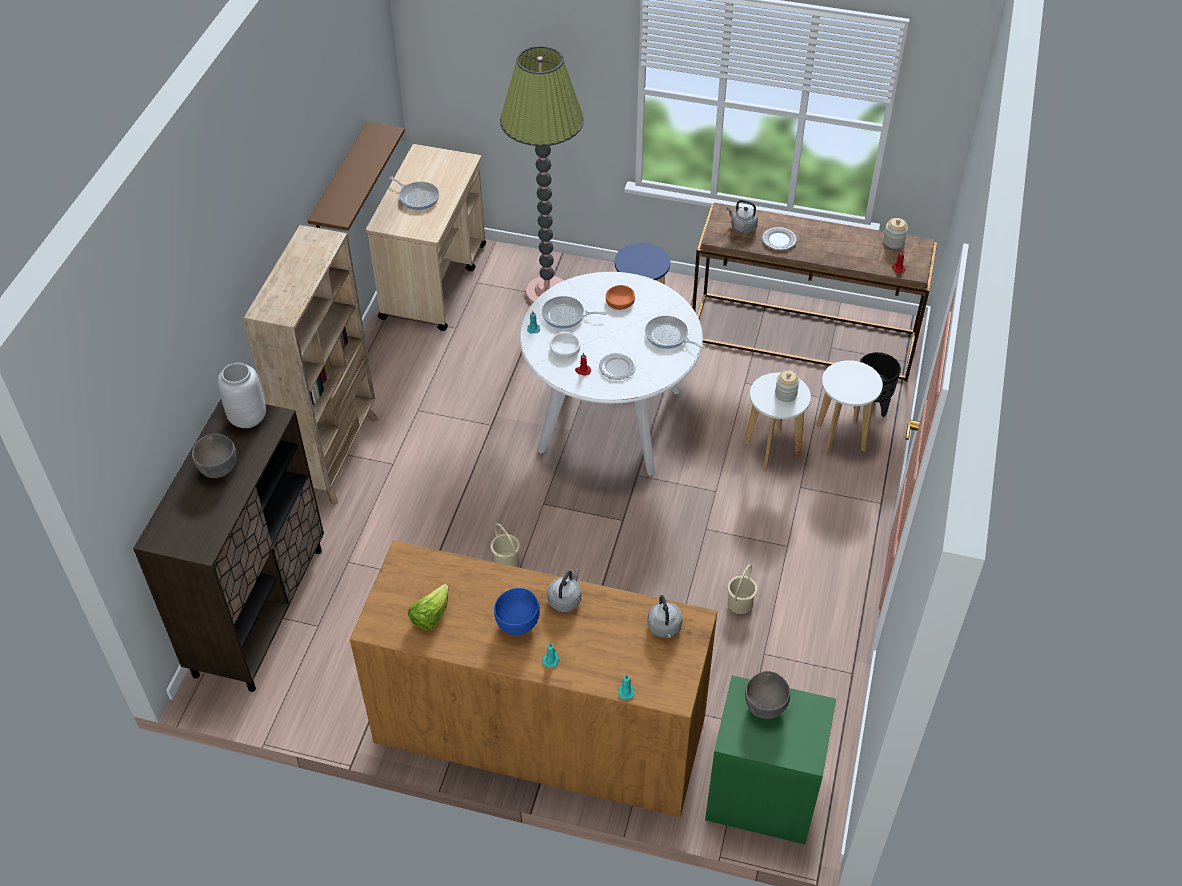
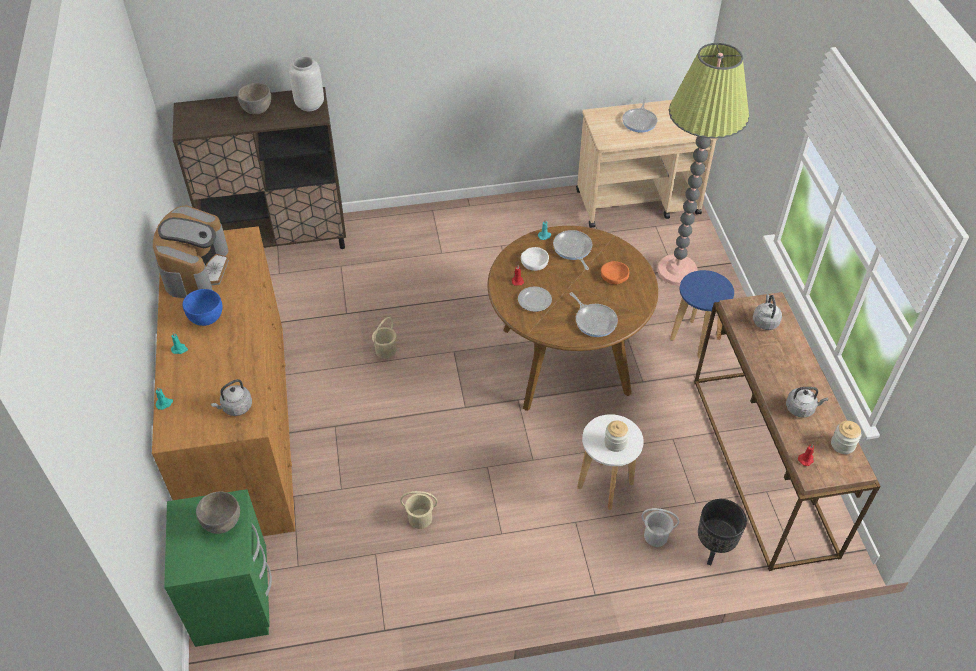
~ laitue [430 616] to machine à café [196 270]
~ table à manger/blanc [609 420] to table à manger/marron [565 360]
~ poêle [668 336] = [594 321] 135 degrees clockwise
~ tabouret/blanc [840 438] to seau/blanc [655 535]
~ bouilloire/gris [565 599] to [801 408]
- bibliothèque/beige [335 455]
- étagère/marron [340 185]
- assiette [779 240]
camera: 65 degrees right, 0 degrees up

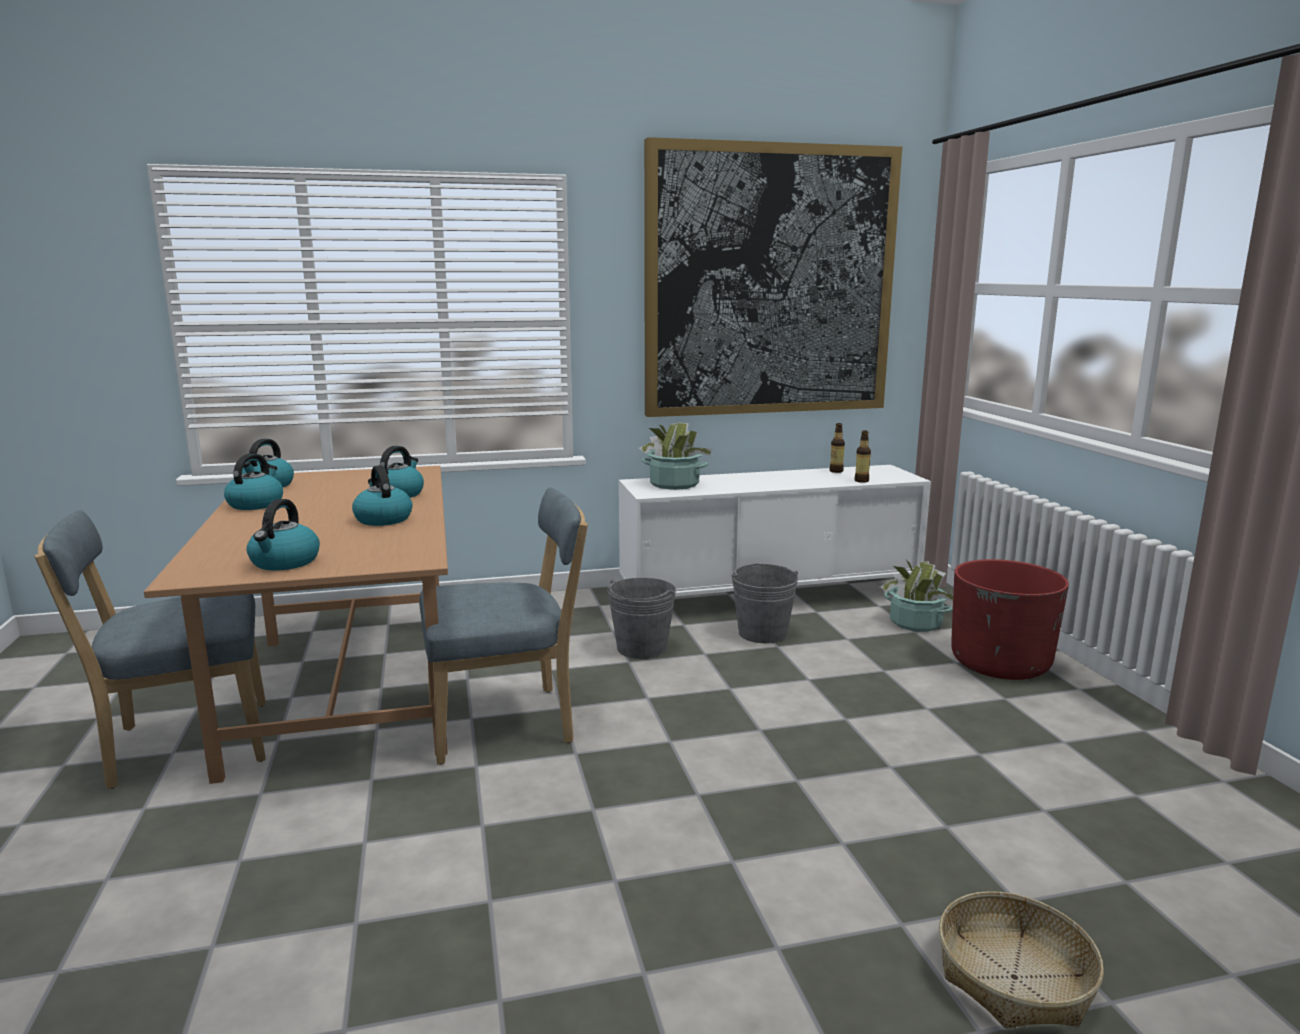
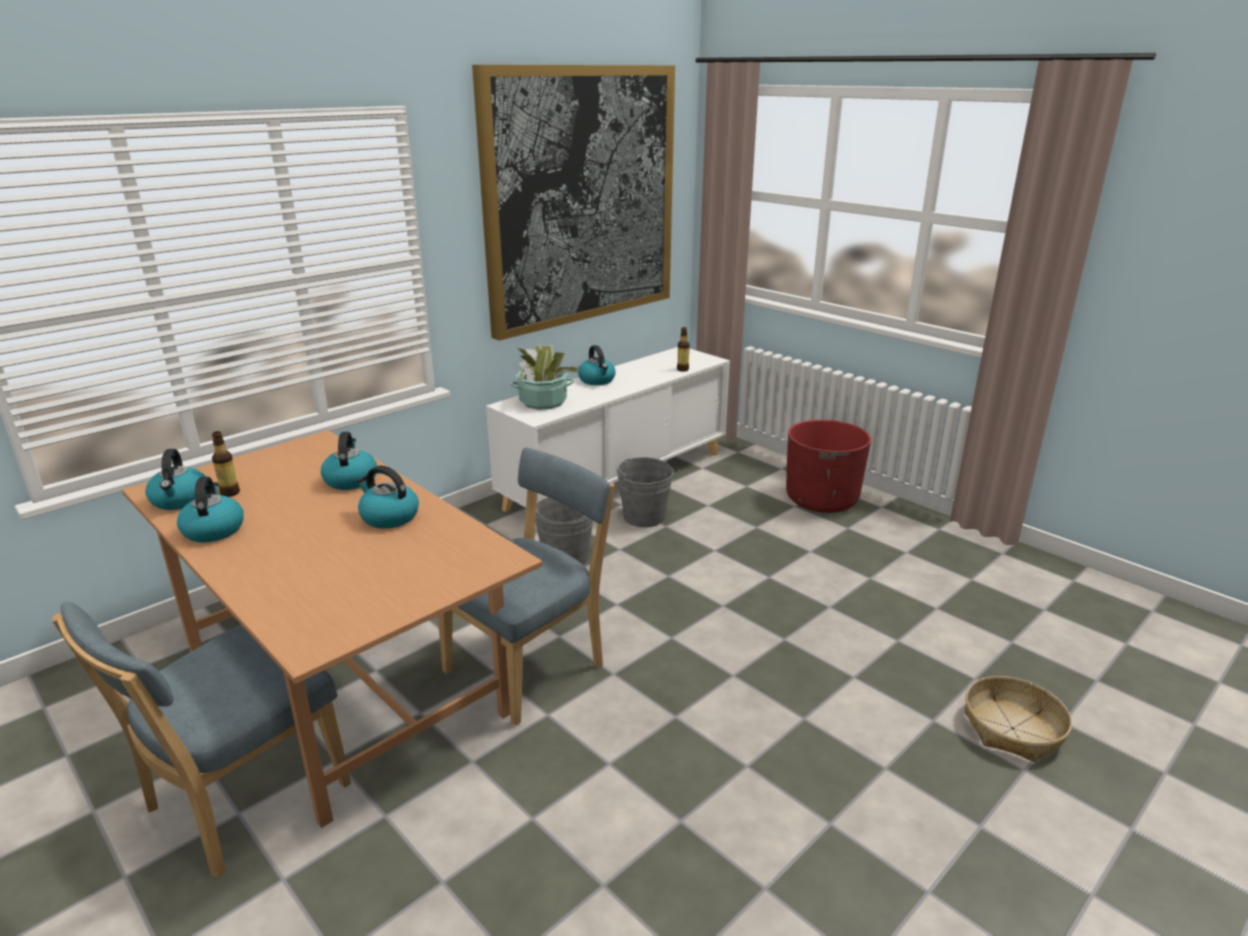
~ bouteille [836 471] to [230 493]
~ bouilloire [285 562] to [597 380]
- plante en pot [916 623]
camera: 30 degrees left, 10 degrees up

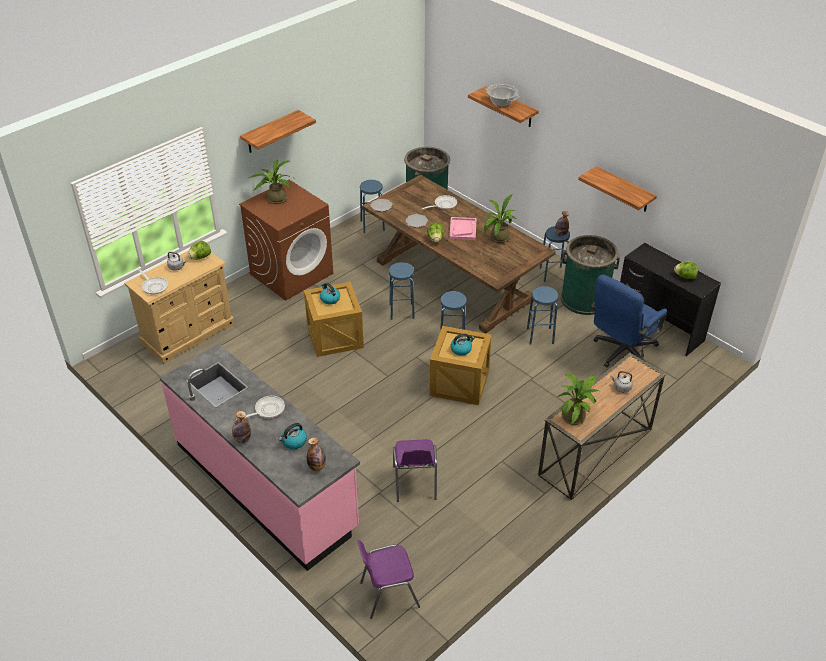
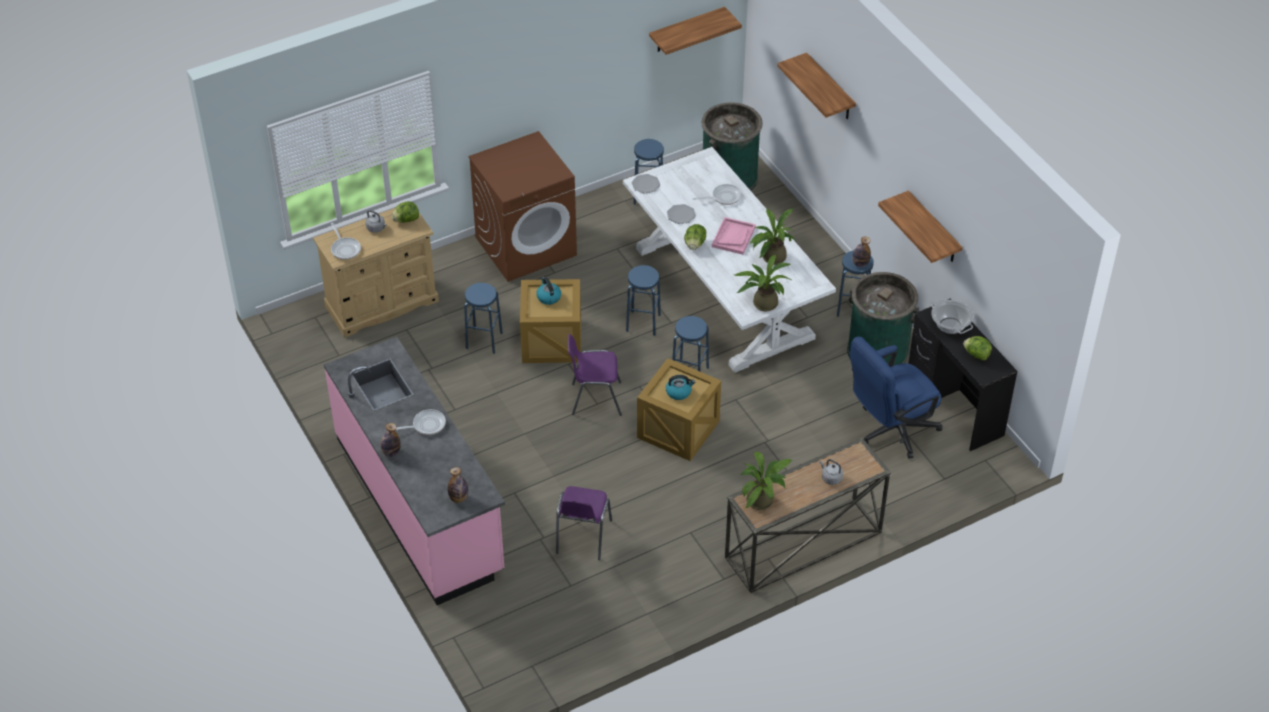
~ tabouret/bleu [540 336] to [484 340]
~ chaise/violet [387 594] to [595 399]
~ table à manger/marron [453 280] to table à manger/blanc [723 293]
~ étagère [270 132] to [686 30]
~ plante en pot [274 199] to [762 302]
~ marmite [501 102] to [950 325]
- bouilloire [294 442]
camera: 15 degrees right, 5 degrees up

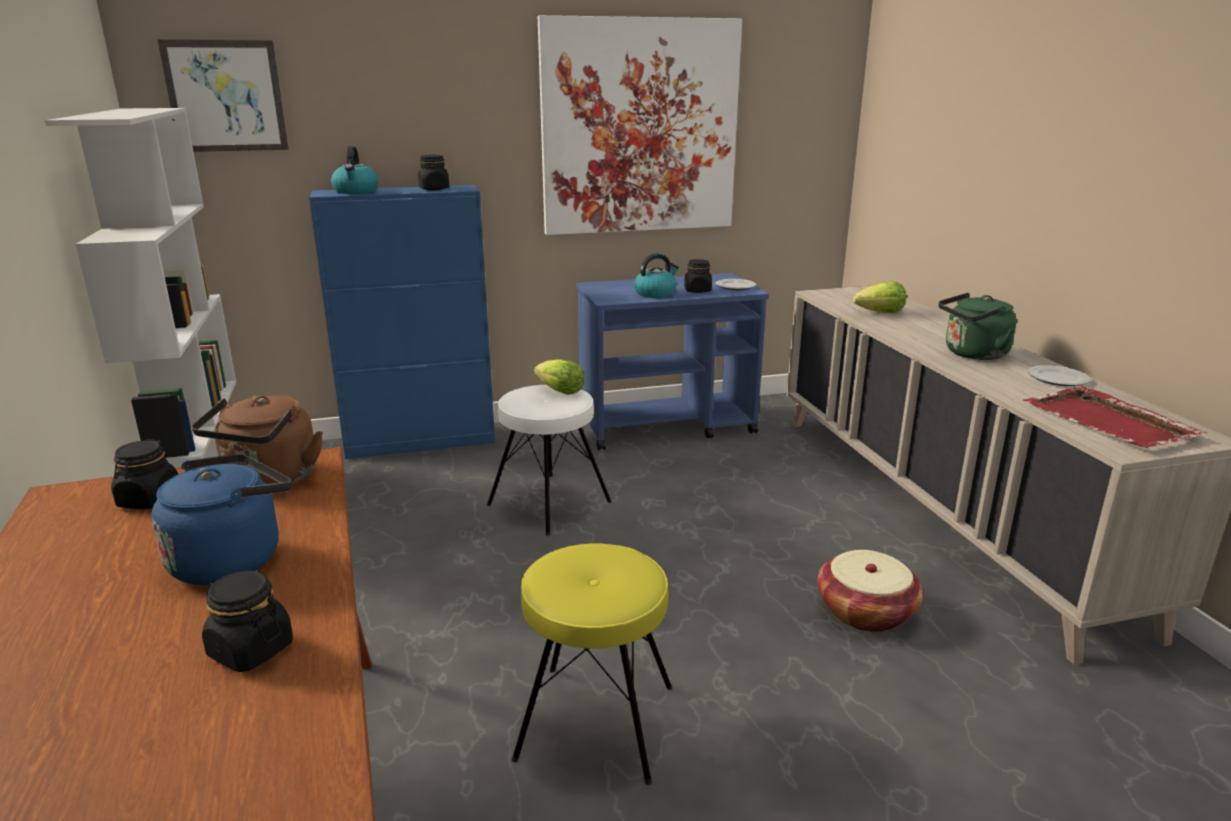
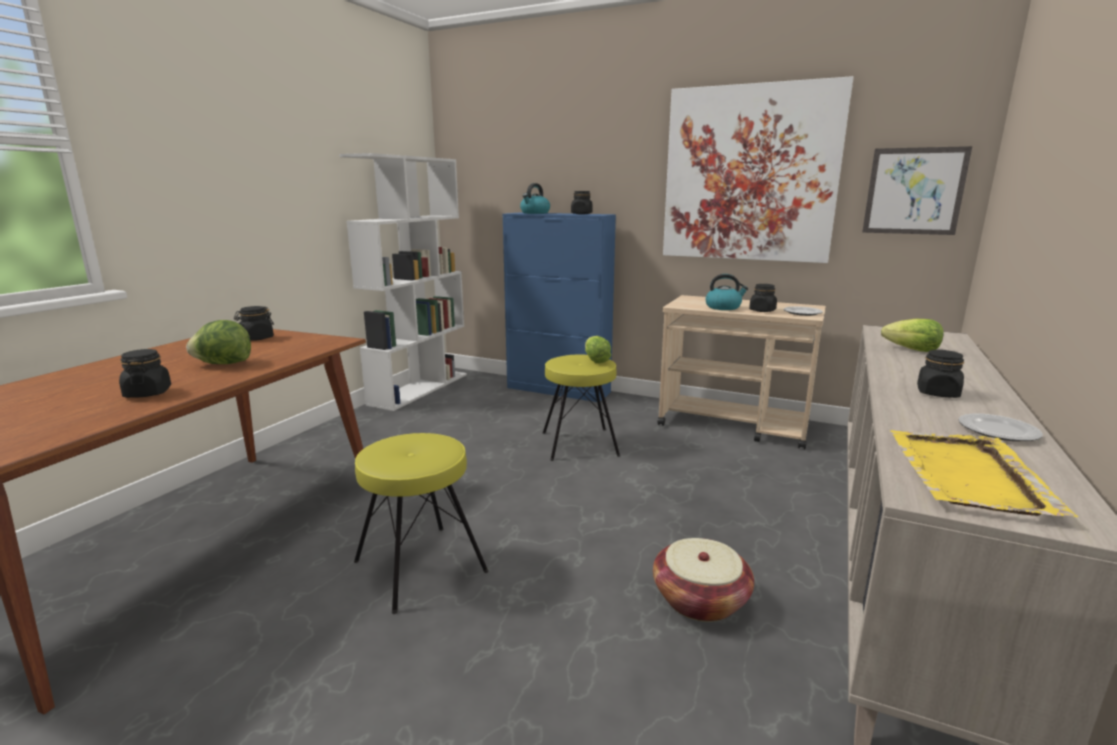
~ bouilloire/bleu [232 559] to laitue [224 364]
~ tabouret/blanc [549 503] to tabouret/jaune [580 443]
~ chariot/bleu [667 426] to chariot/beige [734 425]
~ tableau [225 96] to [914 191]
~ plateau/rouge [1109 422] to plateau/jaune [967 475]
~ bouilloire/vert [972 354] to bocal/noir [937 393]
- bouilloire/marron [269 480]
camera: 40 degrees right, 5 degrees down

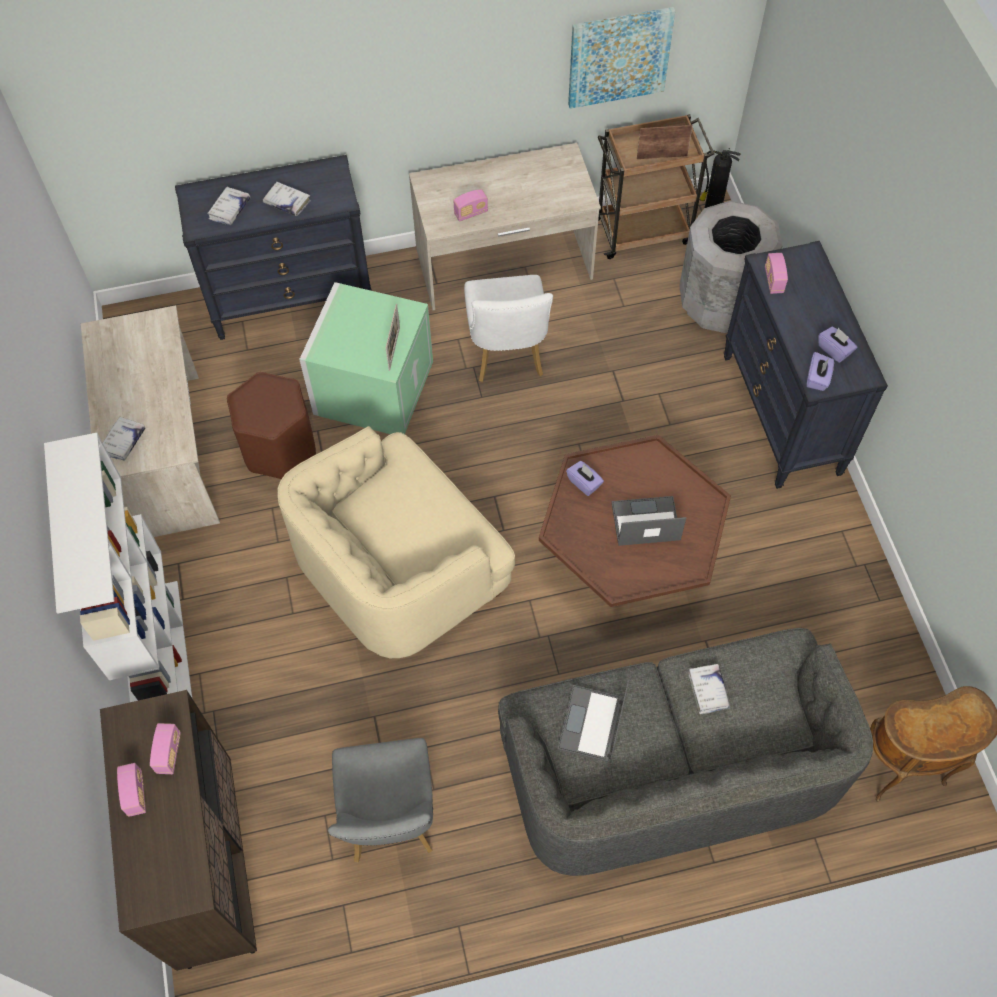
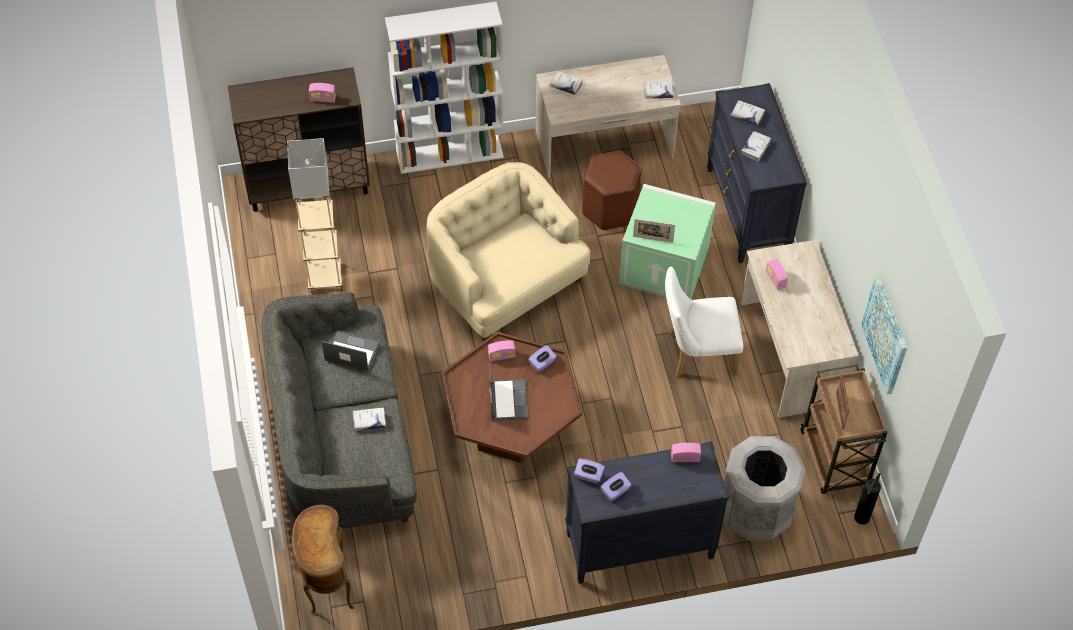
~ chaise/gris [390 821] to lampadaire/beige [324 277]
~ radio [136 794] to [501 356]
+ livre/blanc [658 92]
camera: 90 degrees right, 5 degrees down

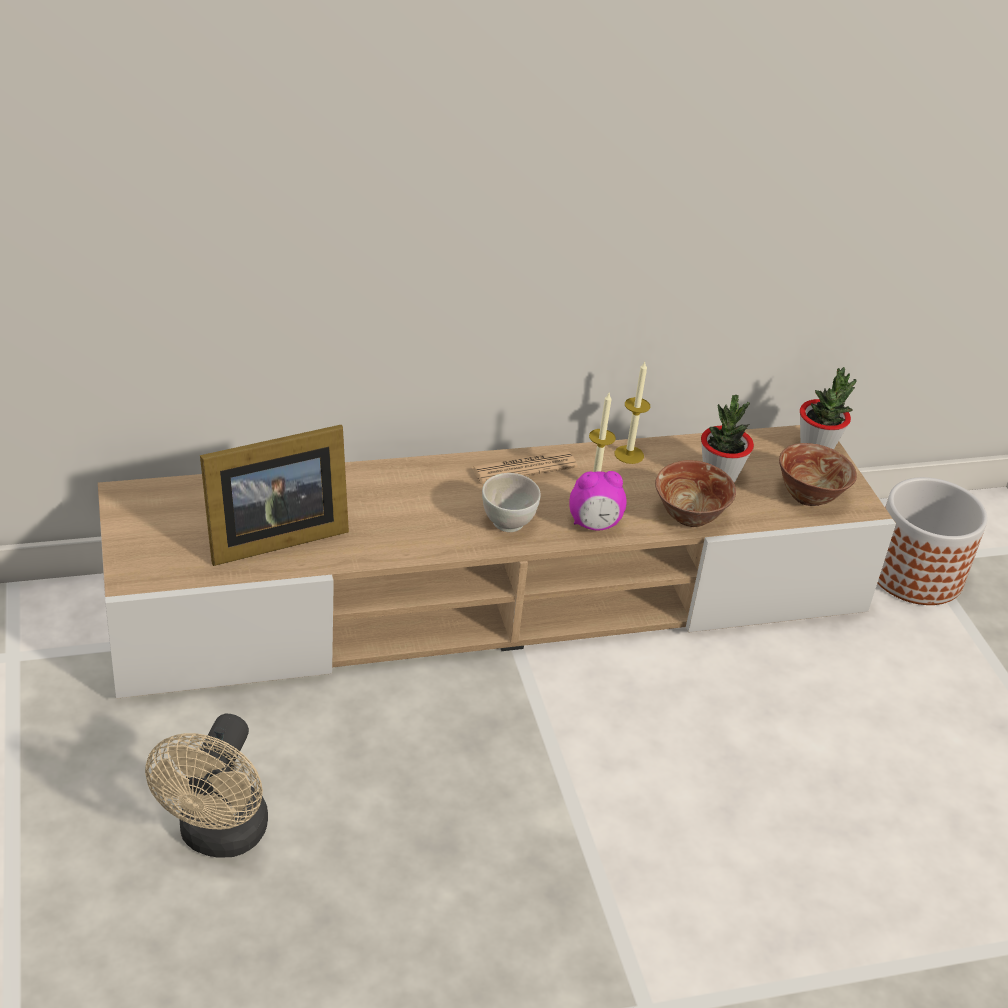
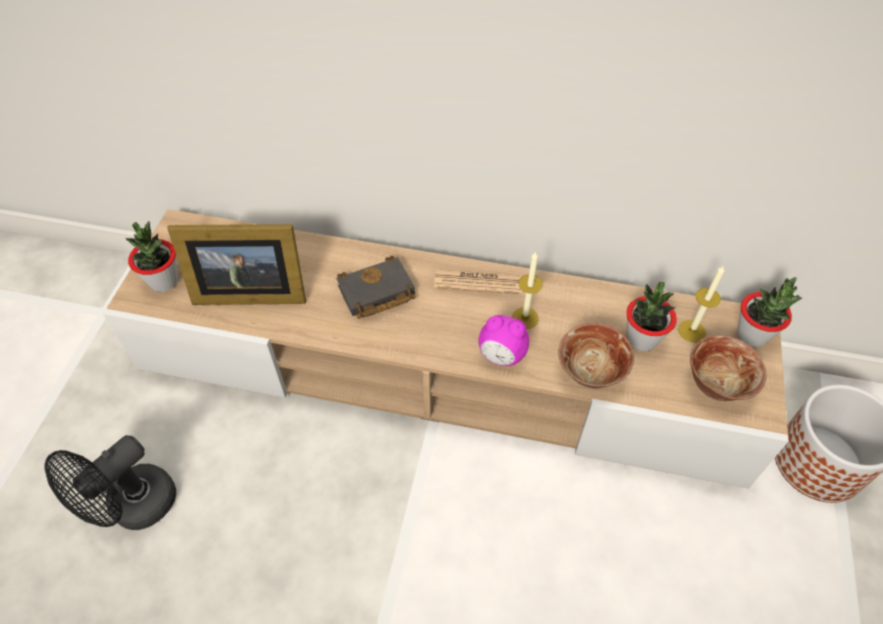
~ ventilateur/beige [219 837] to ventilateur/noir [133 508]
+ plante en pot [164 281]
+ livre/noir [375 293]
~ bougie [629 454] to [691 331]
- bol/blanc [508 524]
camera: 30 degrees right, 15 degrees up

